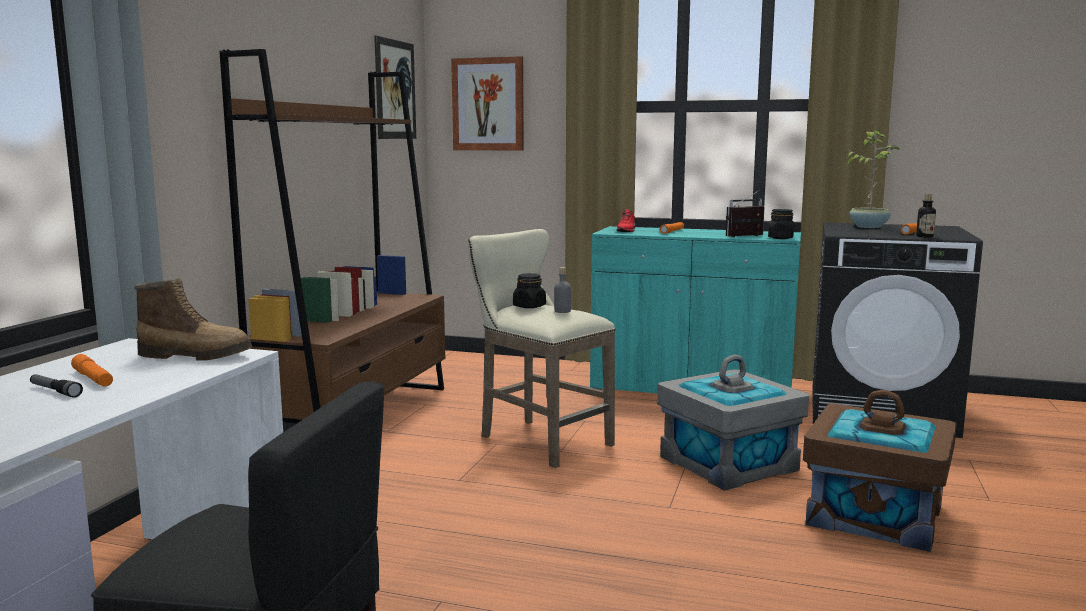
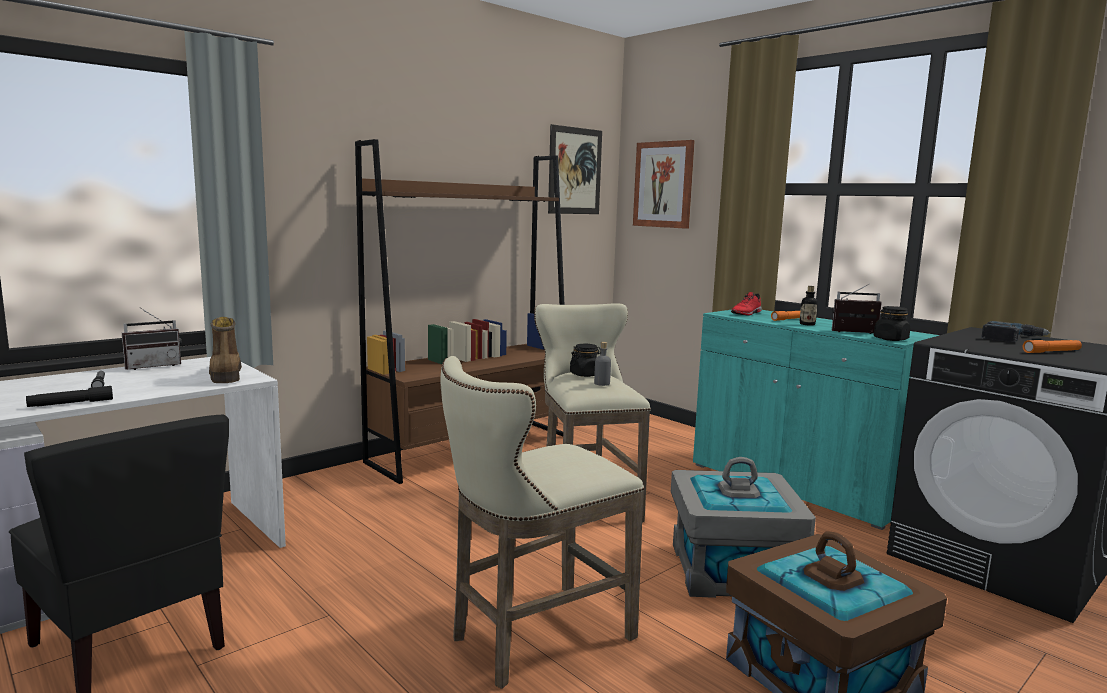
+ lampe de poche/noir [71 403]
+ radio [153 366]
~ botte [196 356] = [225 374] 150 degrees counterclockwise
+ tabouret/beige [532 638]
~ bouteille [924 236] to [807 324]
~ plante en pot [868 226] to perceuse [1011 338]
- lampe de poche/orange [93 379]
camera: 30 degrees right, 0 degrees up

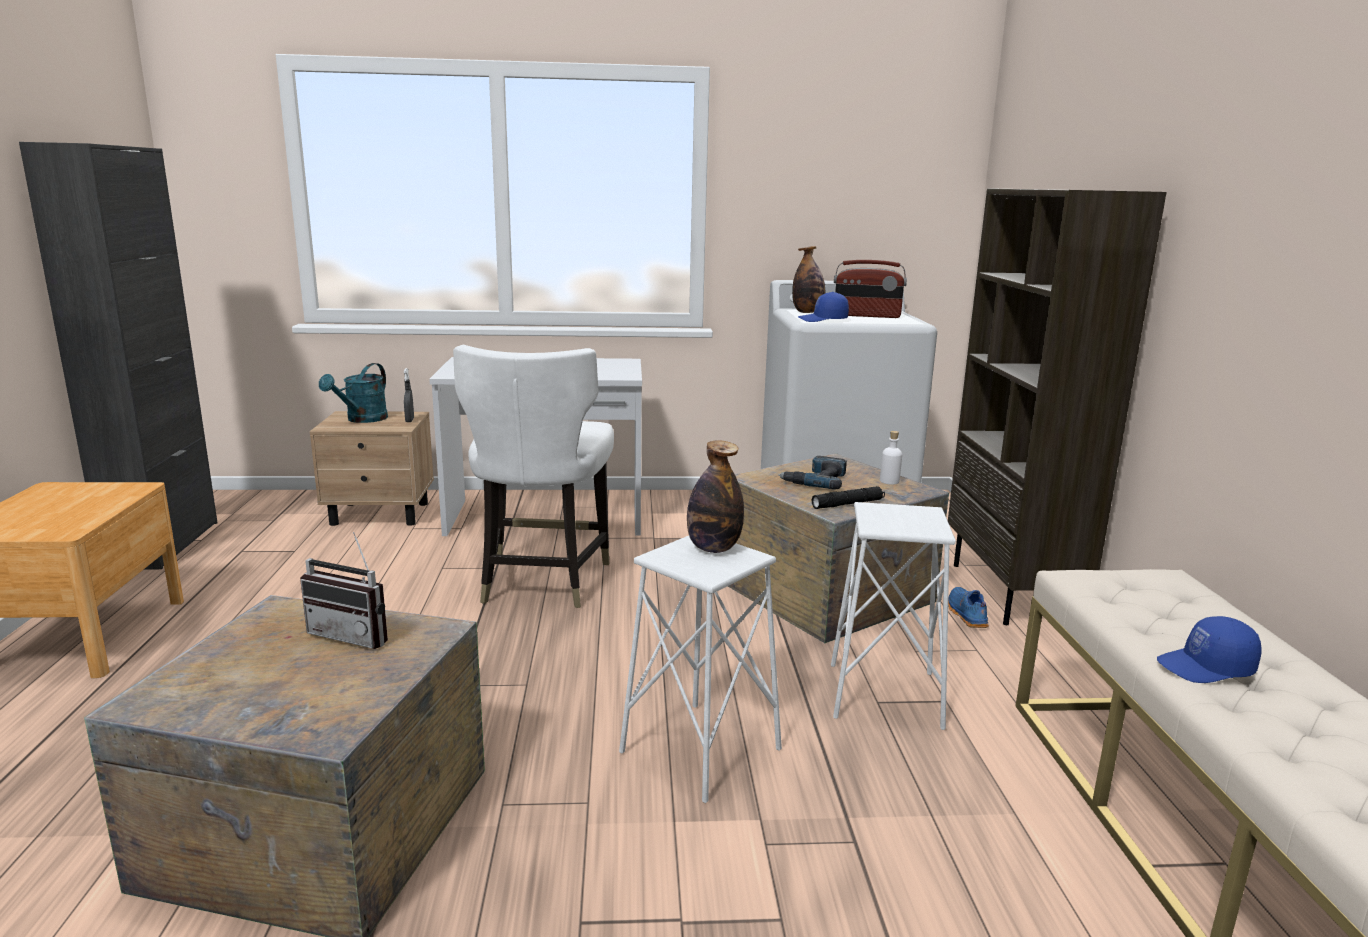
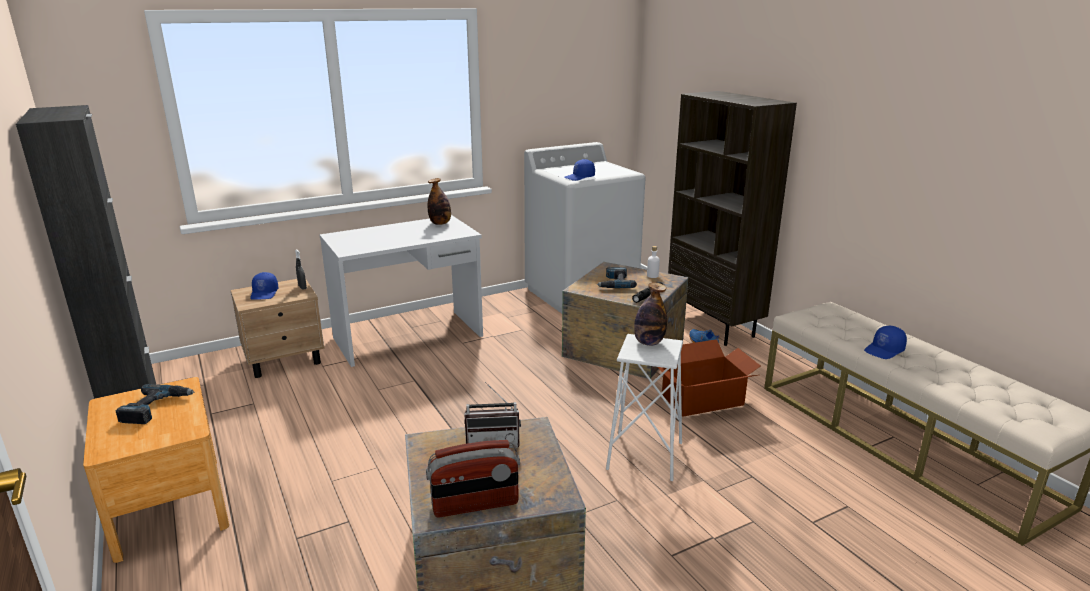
+ perceuse [156 408]
~ arrosoir/turquoise [362 420] to casquette/bleu [265 293]
~ radio [867 316] to [475 505]
~ bouteille [808 312] to [440 223]
~ tabouret/blanc [884 695] to carton [703 400]
- chaise/blanc [541 581]
camera: 25 degrees left, 5 degrees up

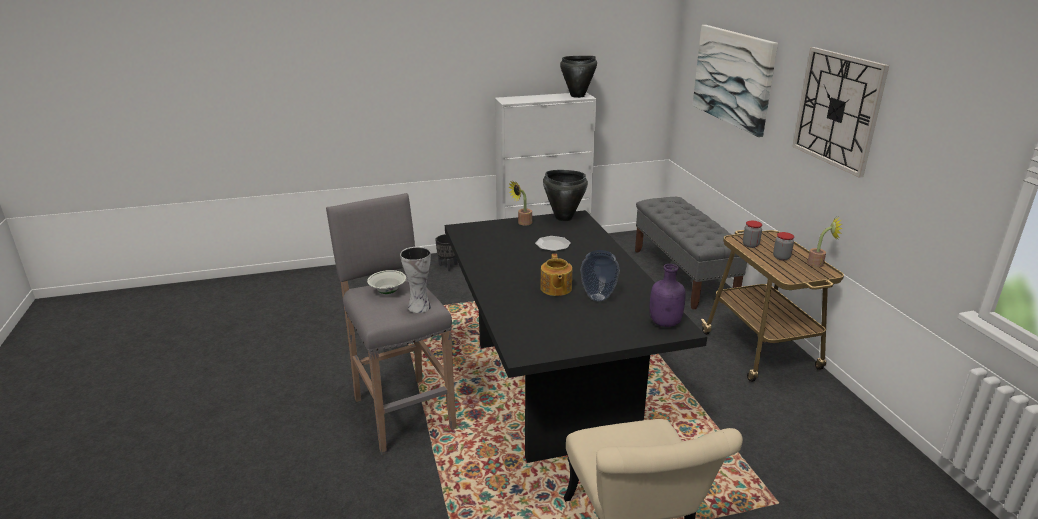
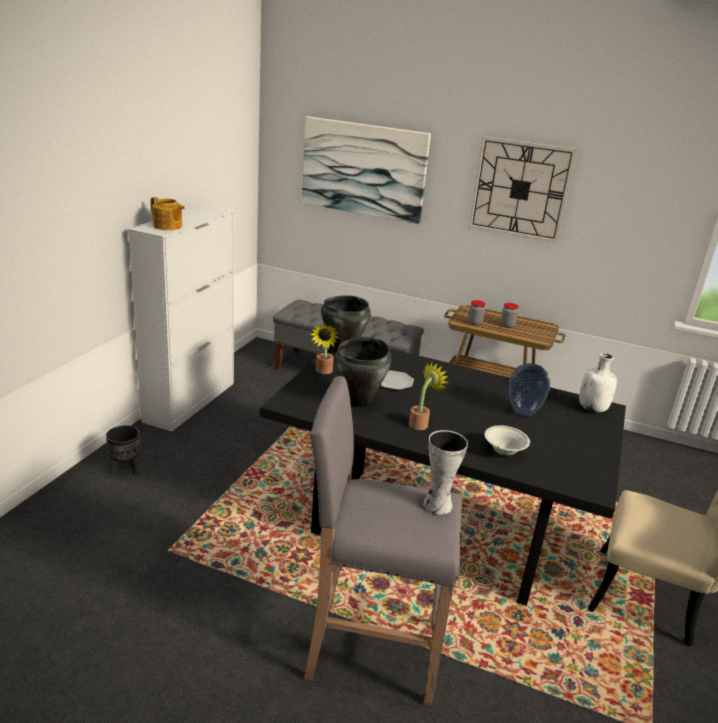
~ théière [555 289] to [168 226]
~ marmite/noir [577 96] to [359 402]
~ plante en pot [818 263] to [420 423]
~ bol/blanc [388 292] to [504 452]
~ bouteille/violet [665 323] to bouteille/blanc [592 409]
camera: 55 degrees left, 0 degrees up

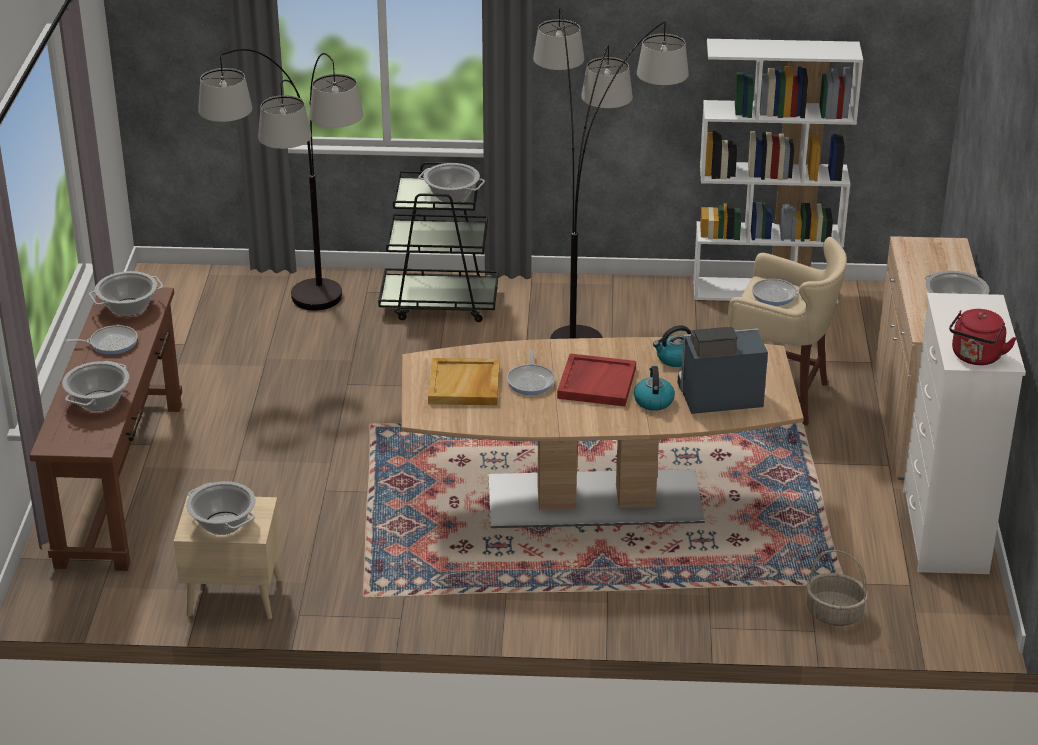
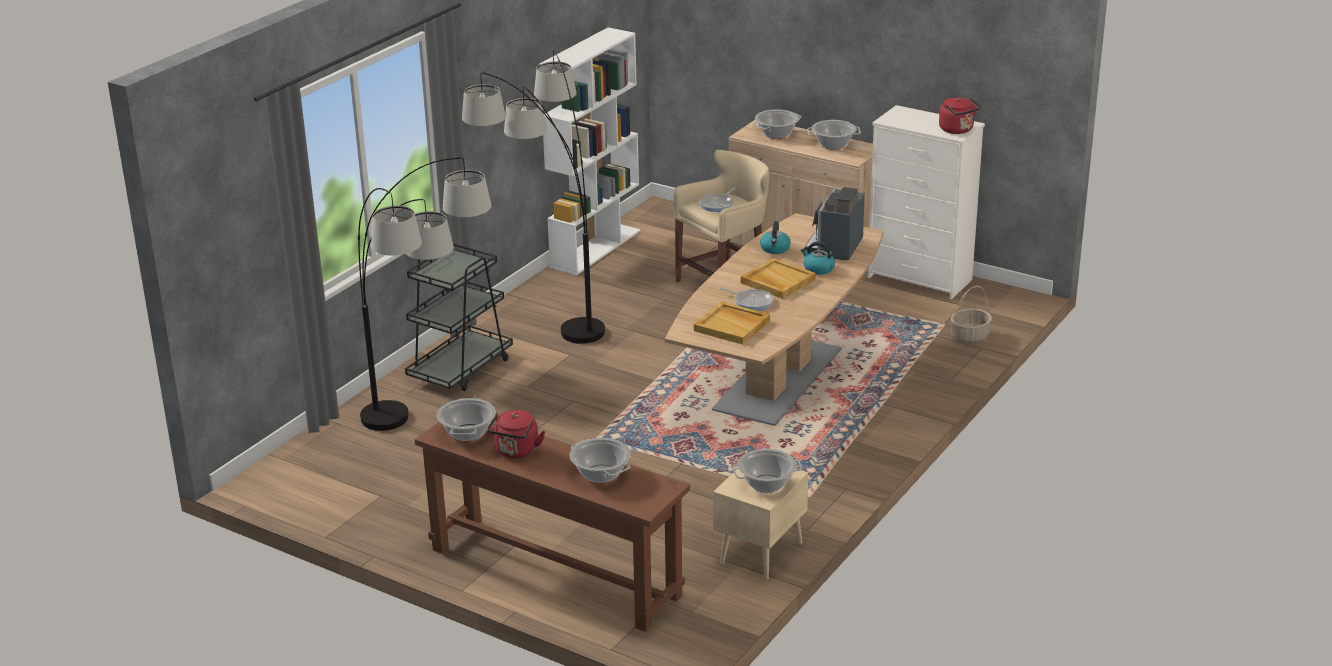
~ poêle [110 343] to bouilloire/rouge [516 452]
~ plateau/rouge [596 383] to plateau/beige [777 281]
~ marmite [451 196] to [776 134]
camera: 60 degrees left, 5 degrees down

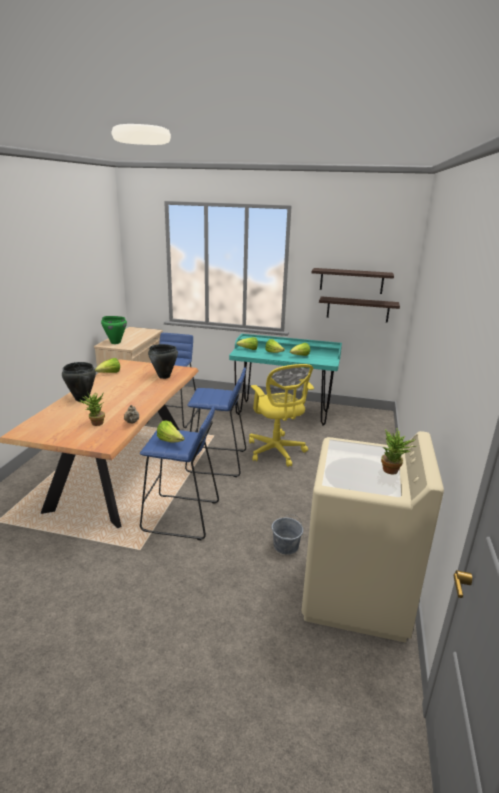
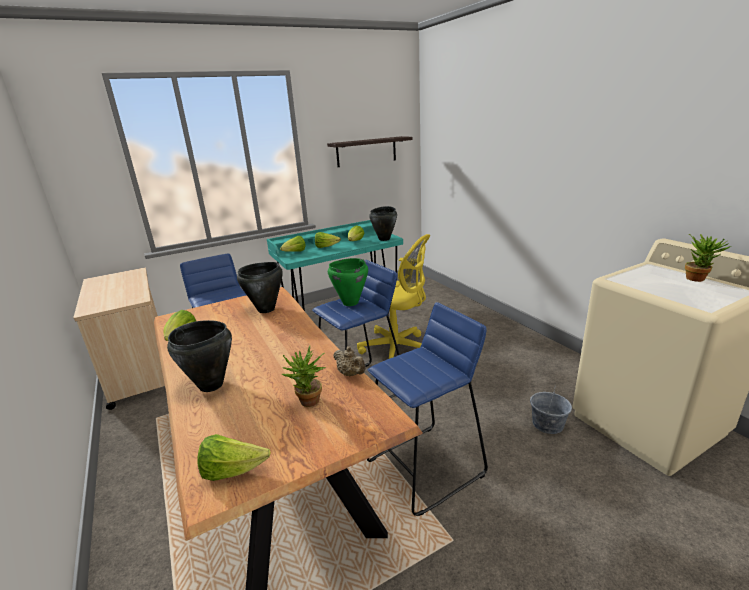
~ laitue [170 441] to [233 471]
~ marmite/vert [115 342] to [350 302]
+ marmite/noir [384 239]
- étagère [357 309]
camera: 40 degrees left, 0 degrees up

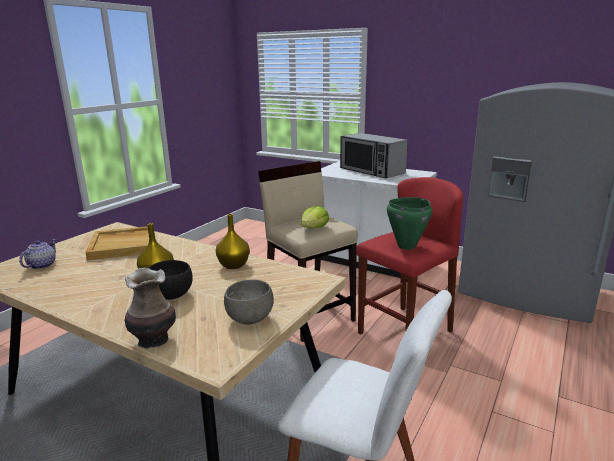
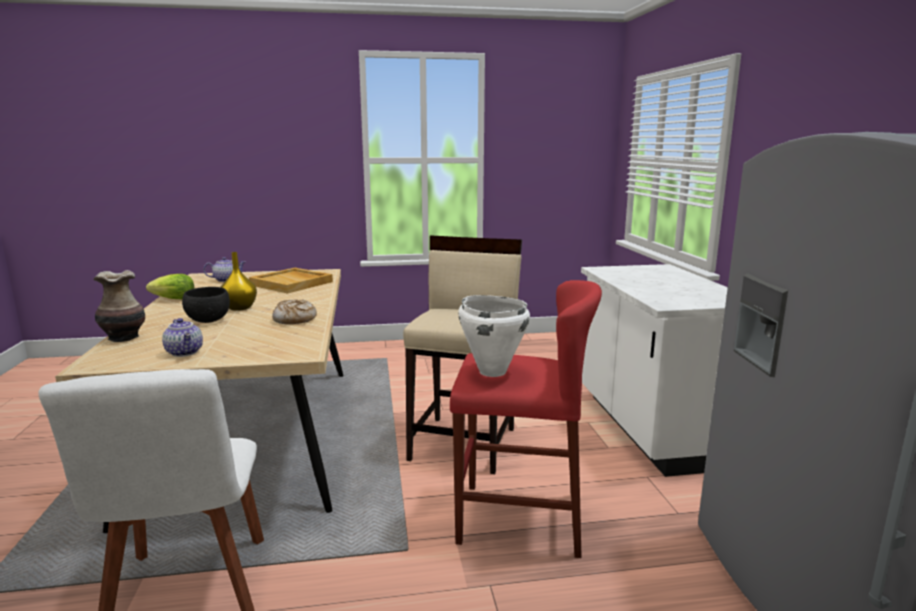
~ laitue [314 228] to [174 299]
~ bol/gris [249 318] to théière [185 352]
~ vase/jaune [234 265] to pain [295 319]
~ marmite/vert [406 246] to marmite/blanc [492 371]
- micro-ondes [371 171]
camera: 50 degrees right, 5 degrees down

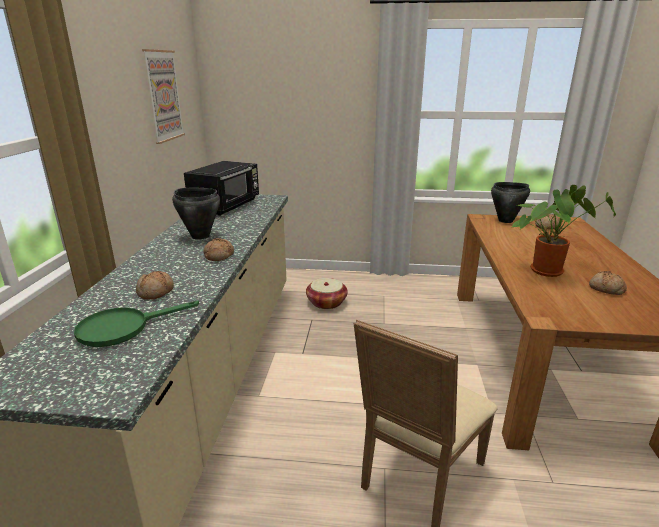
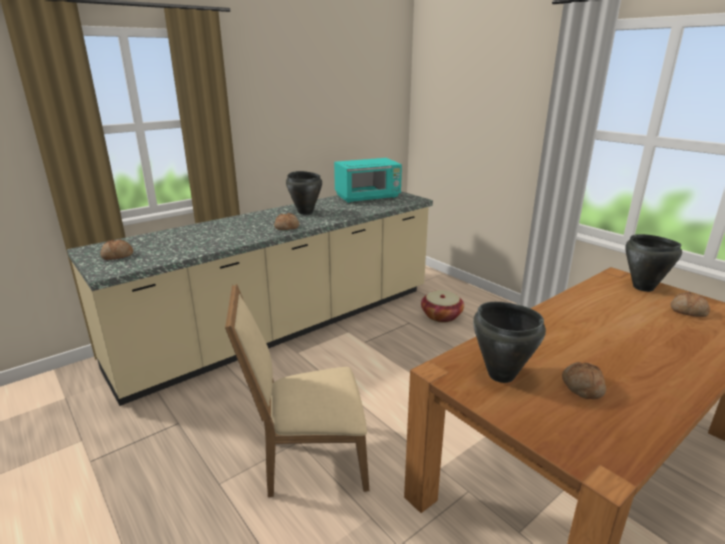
~ pain [156 292] to [117 256]
~ micro-ondes/noir [226 206] to micro-ondes/turquoise [368 197]
+ marmite/noir [501 374]
- poêle/vert [123 328]
- tableau [163 96]
- plante en pot [548 270]
camera: 45 degrees right, 0 degrees up

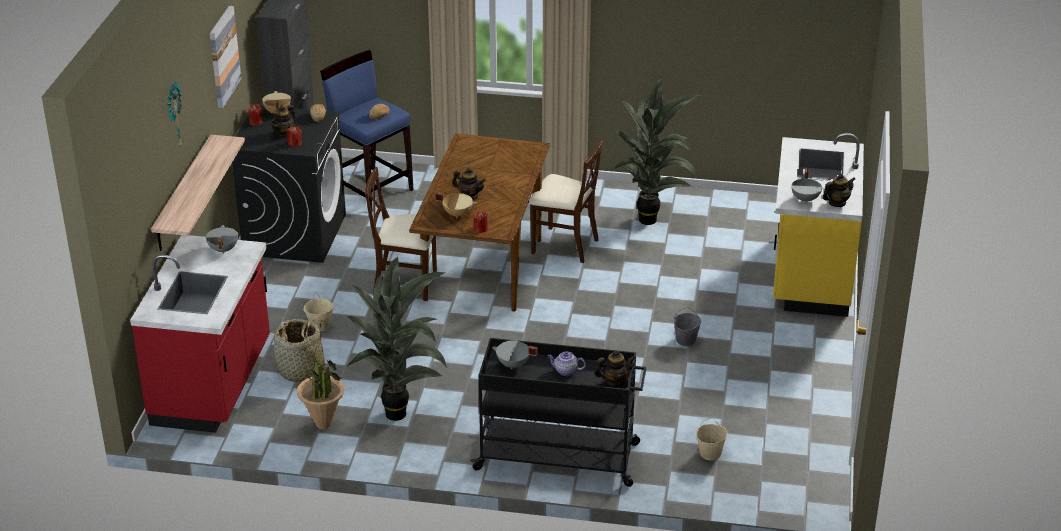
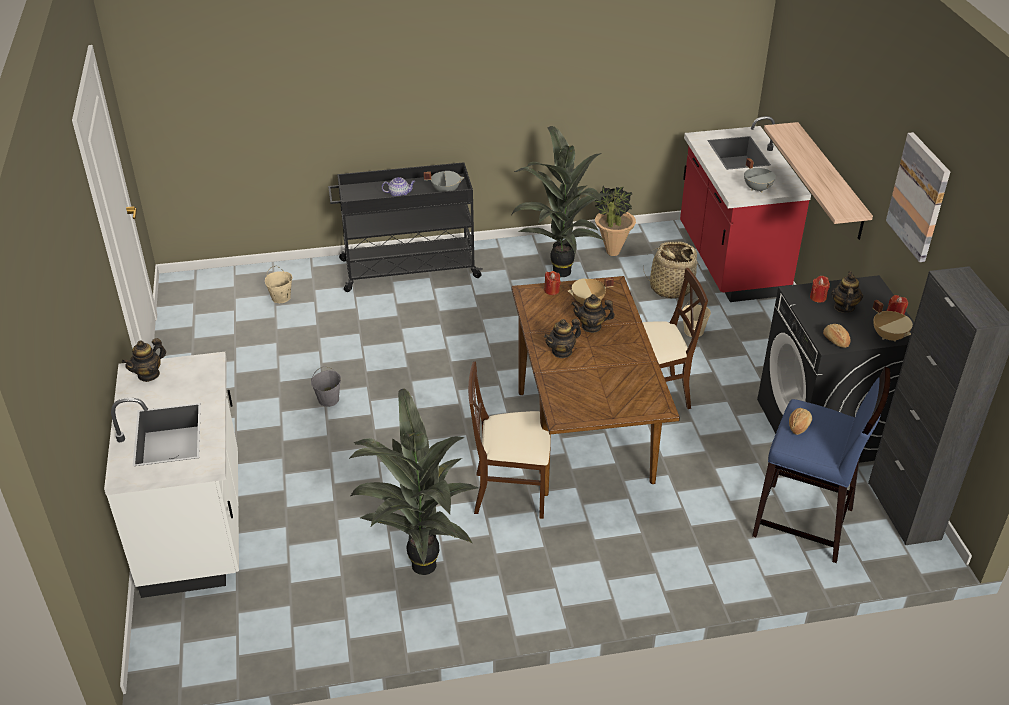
~ comptoir de cuisine/jaune [810 274] to comptoir de cuisine/blanc [196 525]
~ théière [614 381] to [562 351]
- horloge murale [173 115]
- marmite/gris [806 199]
camera: 160 degrees right, 5 degrees up

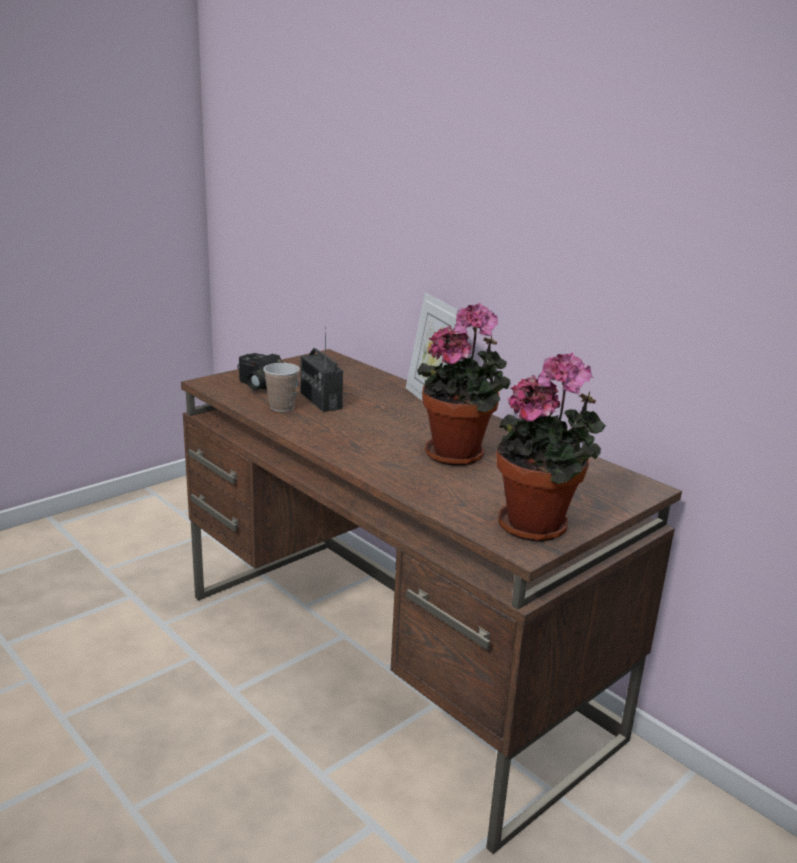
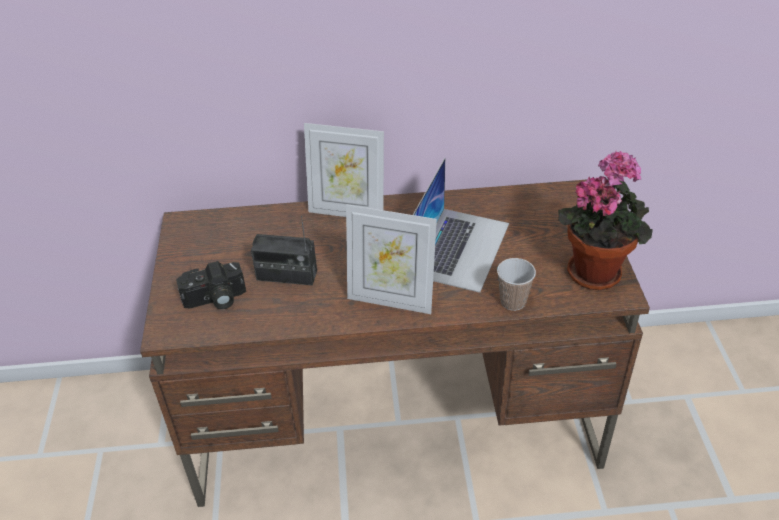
+ cadre photo [391 300]
~ plante en pot [459 454] to ordinateur portable [460 248]
~ tasse [282 407] to [513 301]
camera: 50 degrees left, 20 degrees up

